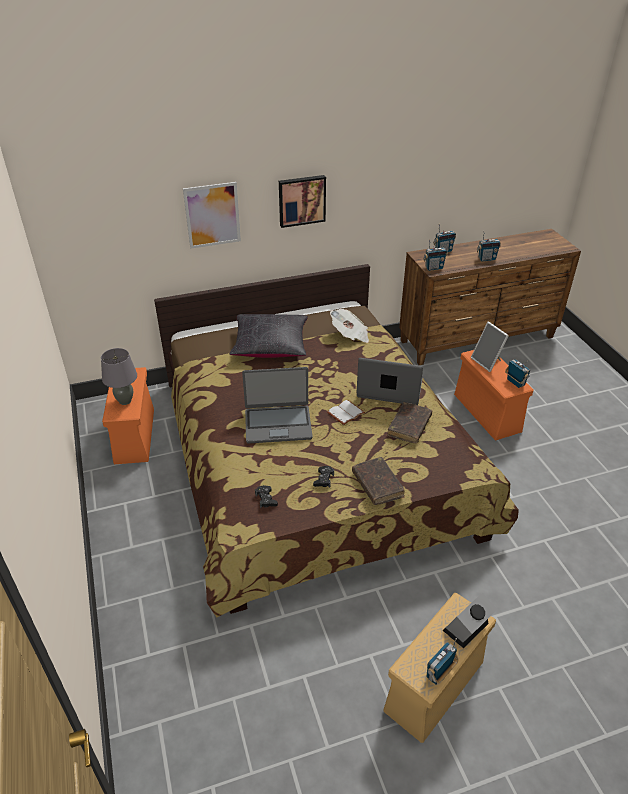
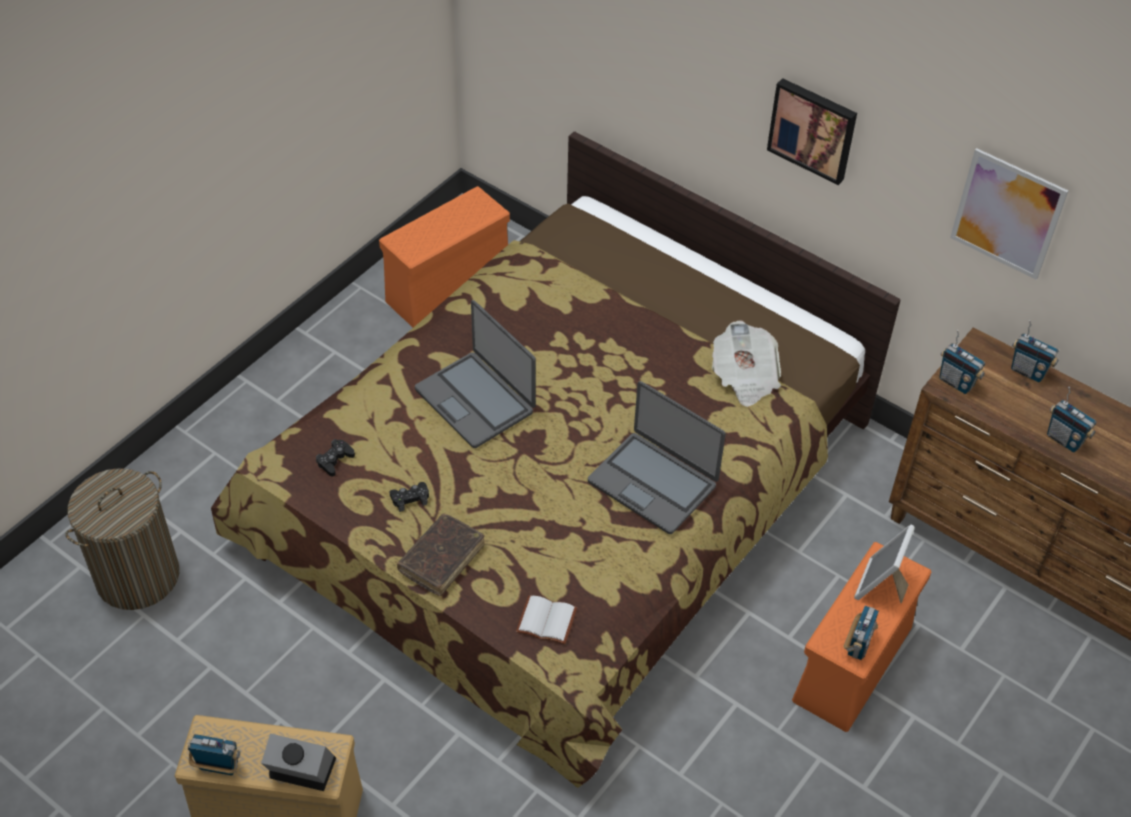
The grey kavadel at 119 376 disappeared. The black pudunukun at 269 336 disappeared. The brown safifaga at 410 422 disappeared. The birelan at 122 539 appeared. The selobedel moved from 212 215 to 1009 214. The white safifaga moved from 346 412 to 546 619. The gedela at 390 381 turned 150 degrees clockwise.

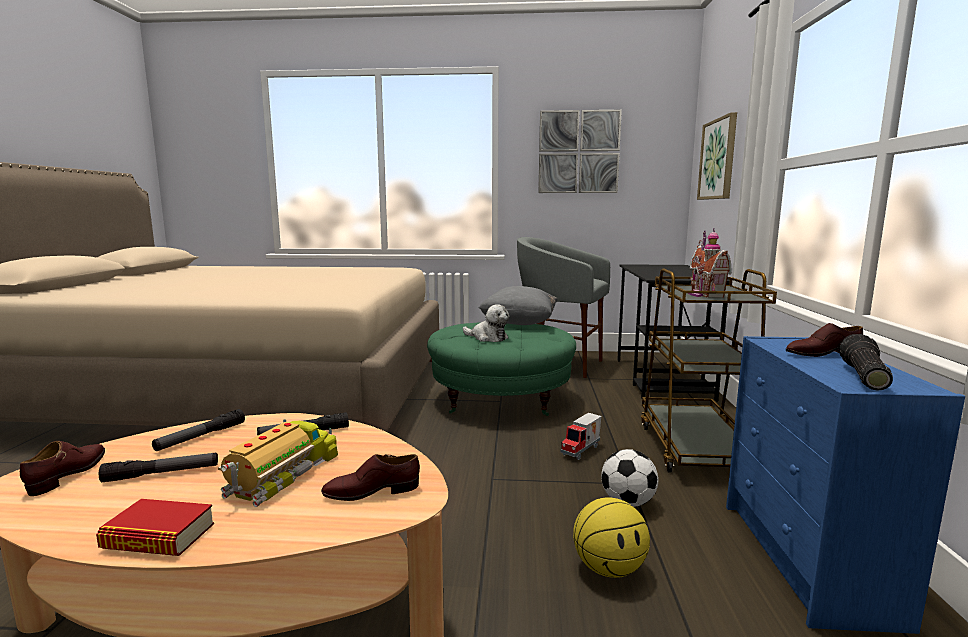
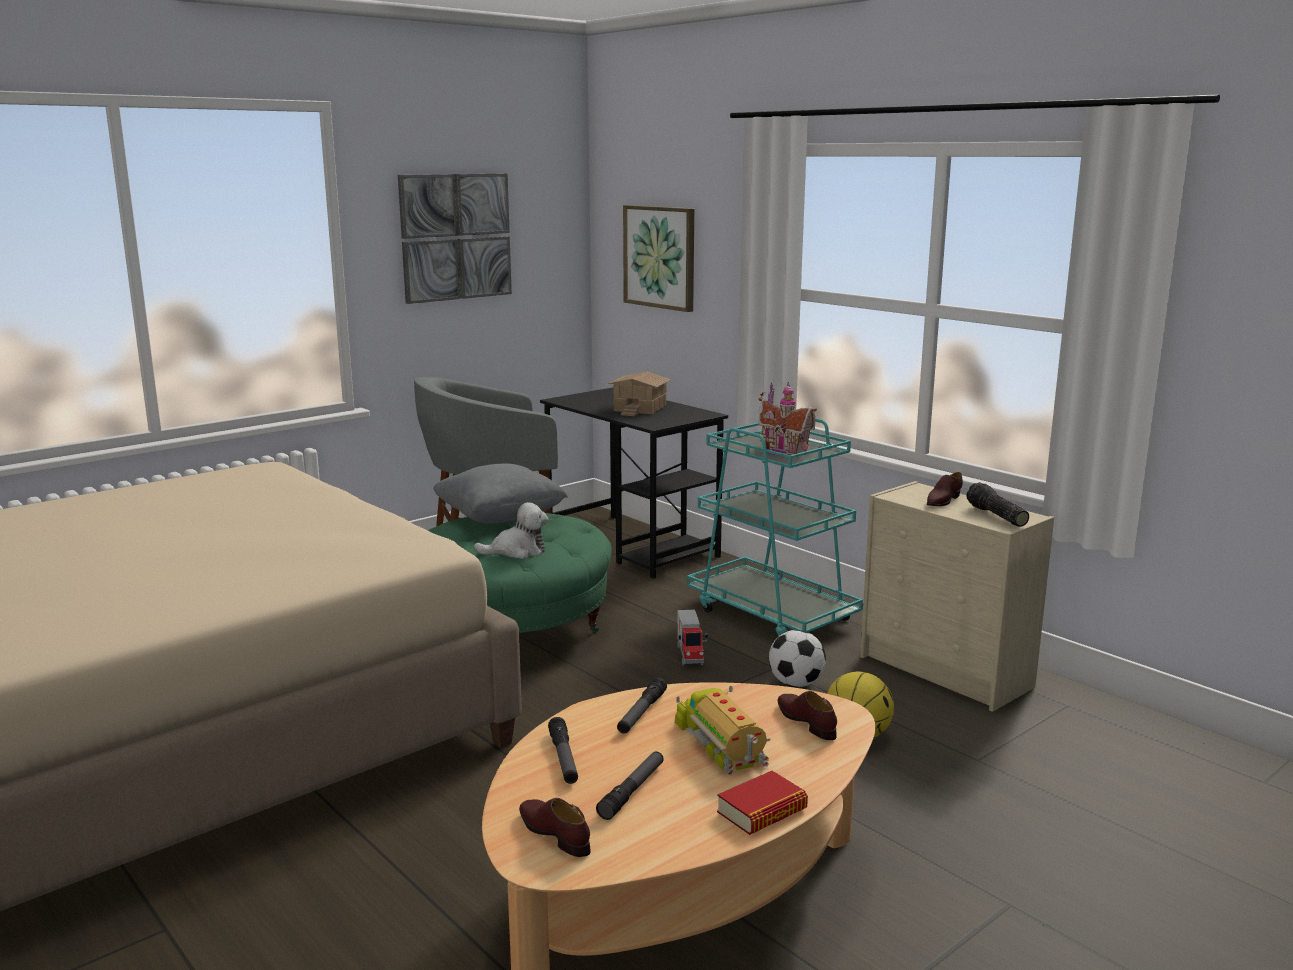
The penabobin at 639 393 appeared. The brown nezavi at 709 370 became the turquoise nezavi at 775 527. The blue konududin at 845 485 became the beige konududin at 957 596. The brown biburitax at 370 477 turned 120 degrees clockwise.

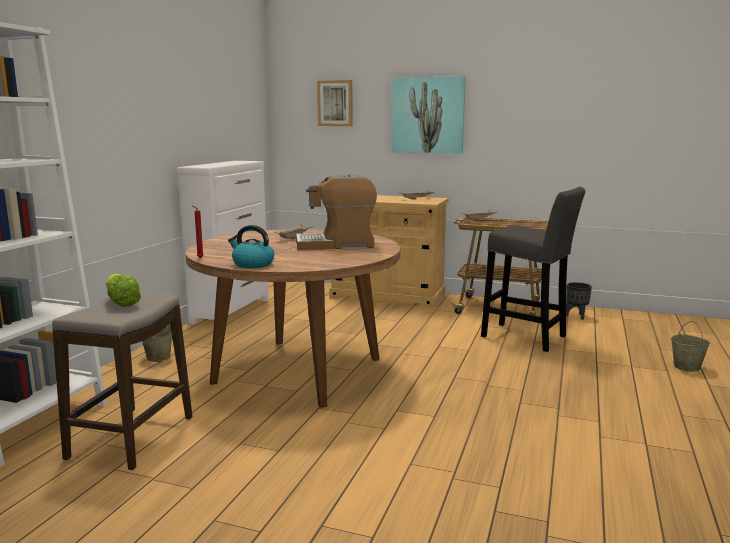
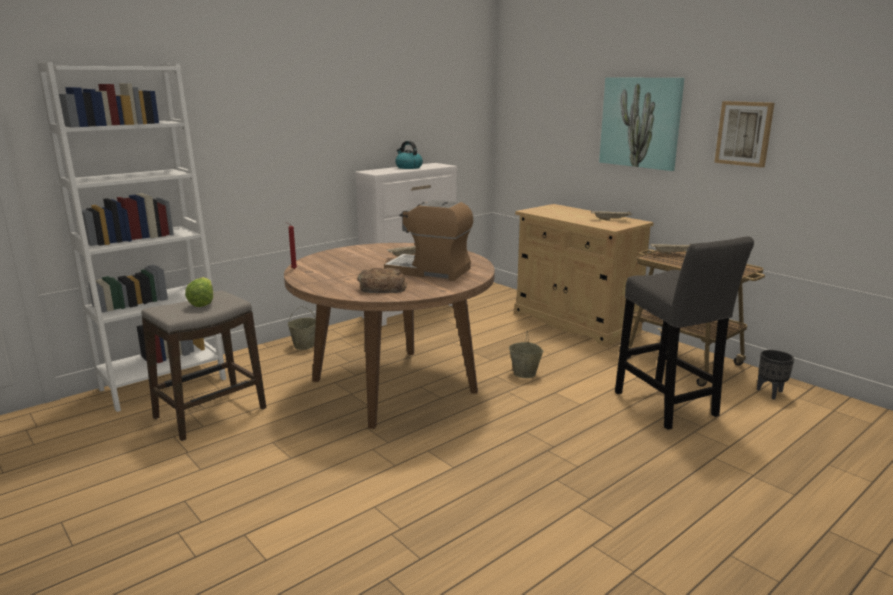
The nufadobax at 382 280 appeared. The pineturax moved from 251 246 to 409 155. The selobedel moved from 335 103 to 744 134. The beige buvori moved from 690 346 to 526 354.

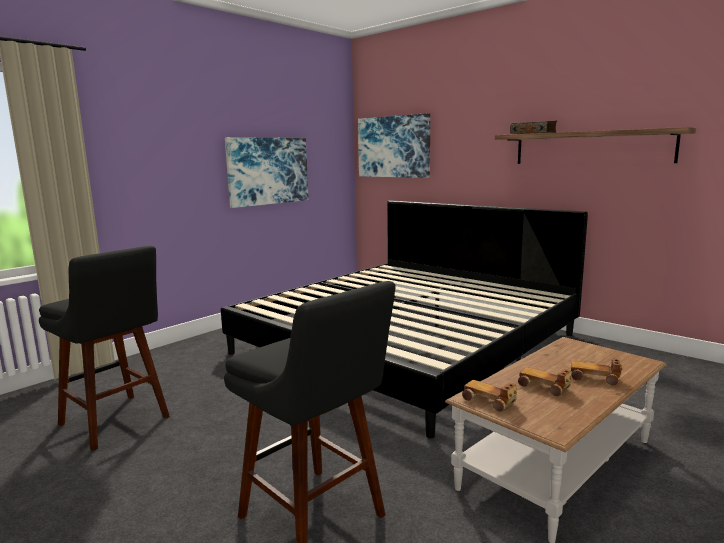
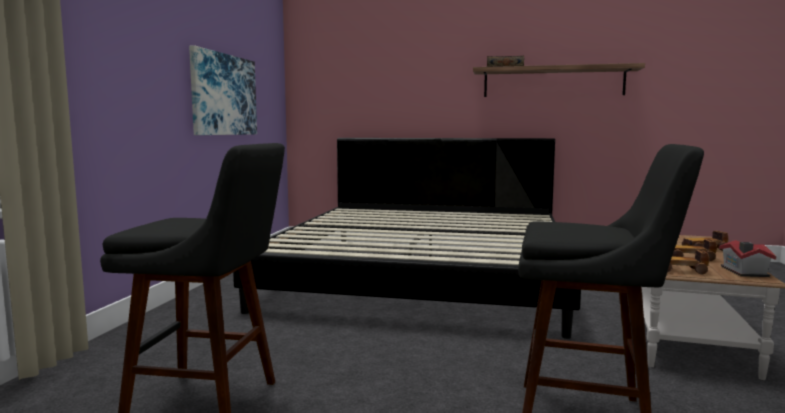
The selobedel at 394 145 disappeared. The penabobin at 748 258 appeared.

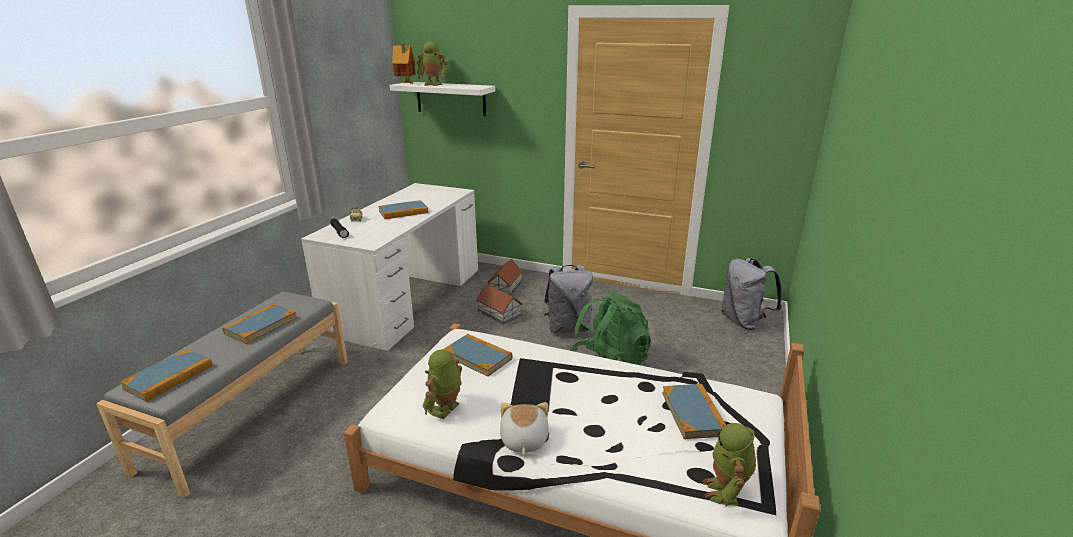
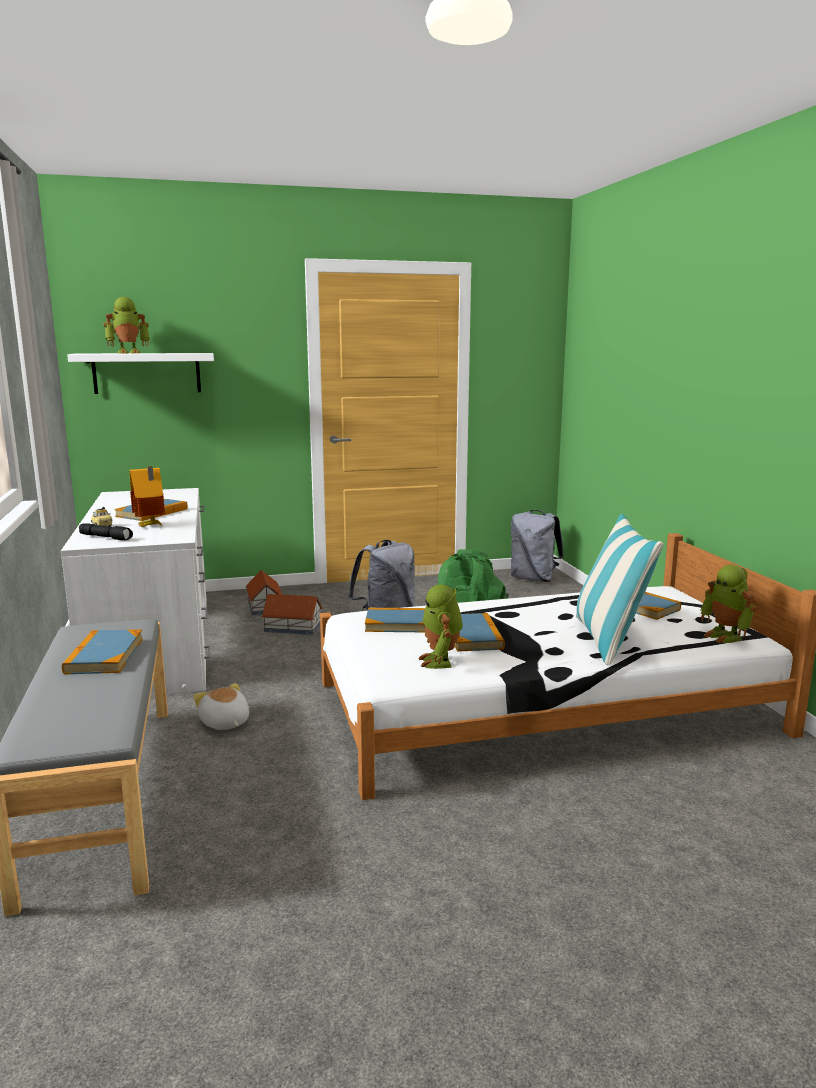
The pudunukun at 620 590 appeared. The safifaga moved from 166 375 to 479 632. The penabobin moved from 404 64 to 147 496. The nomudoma moved from 524 428 to 221 706.

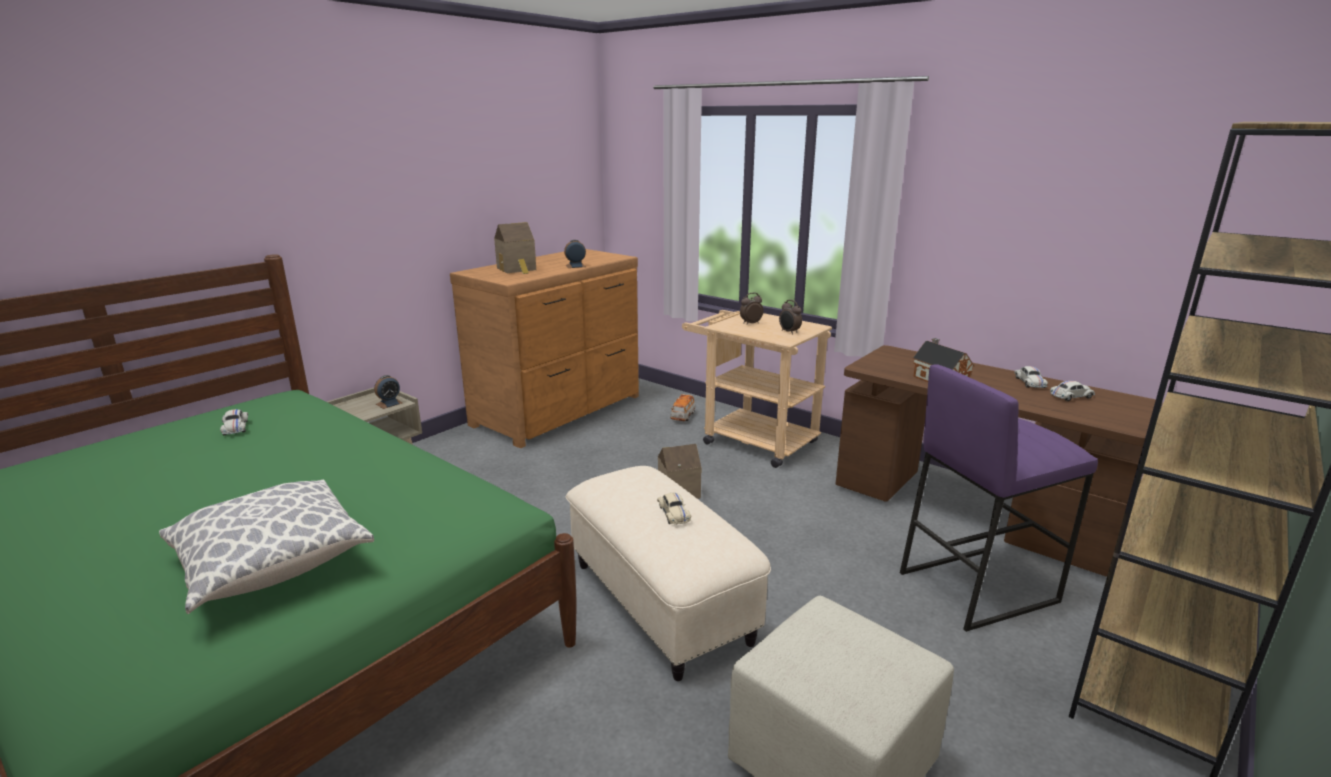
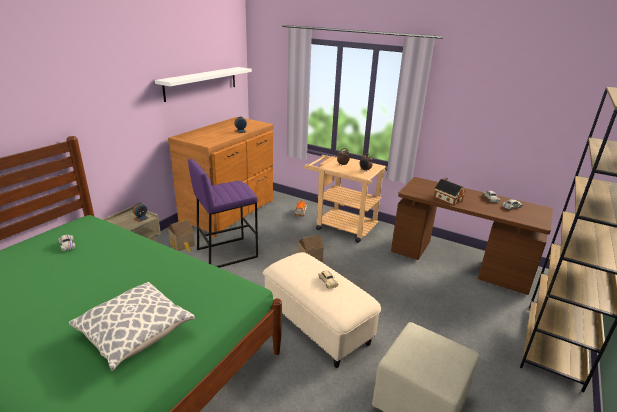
The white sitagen at 203 84 appeared. The penabobin moved from 515 248 to 181 235. The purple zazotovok moved from 999 498 to 223 213.

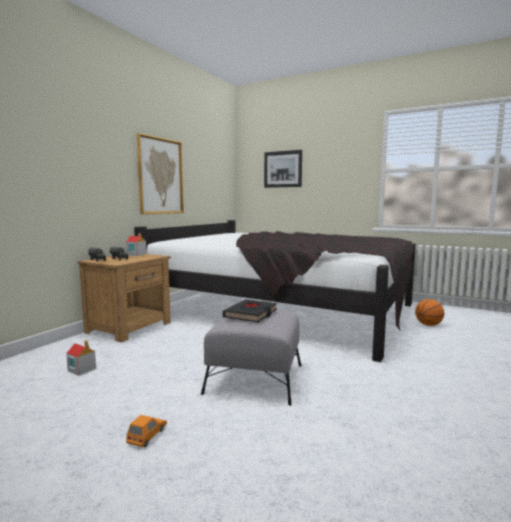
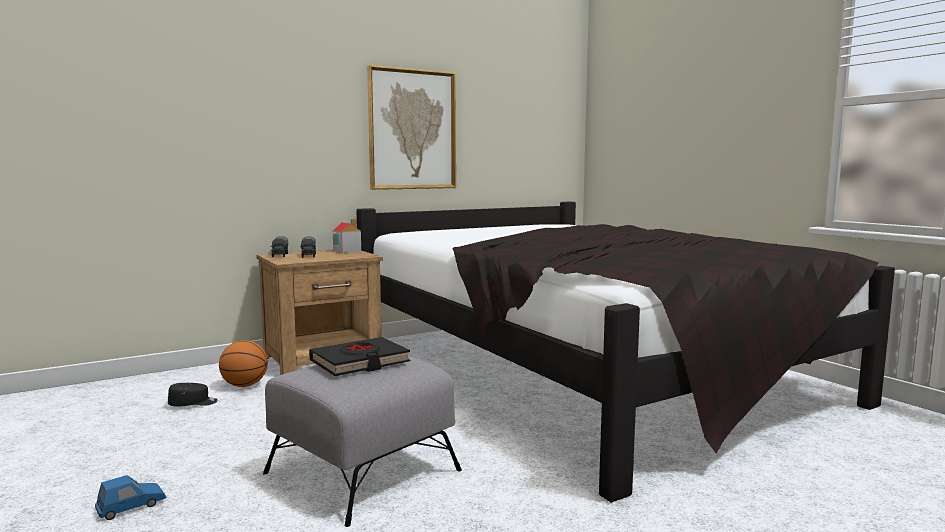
The selobedel at 283 169 disappeared. The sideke moved from 429 312 to 243 363. The penabobin at 81 358 was replaced by the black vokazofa at 193 395. The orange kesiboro at 146 431 became the blue kesiboro at 130 497.

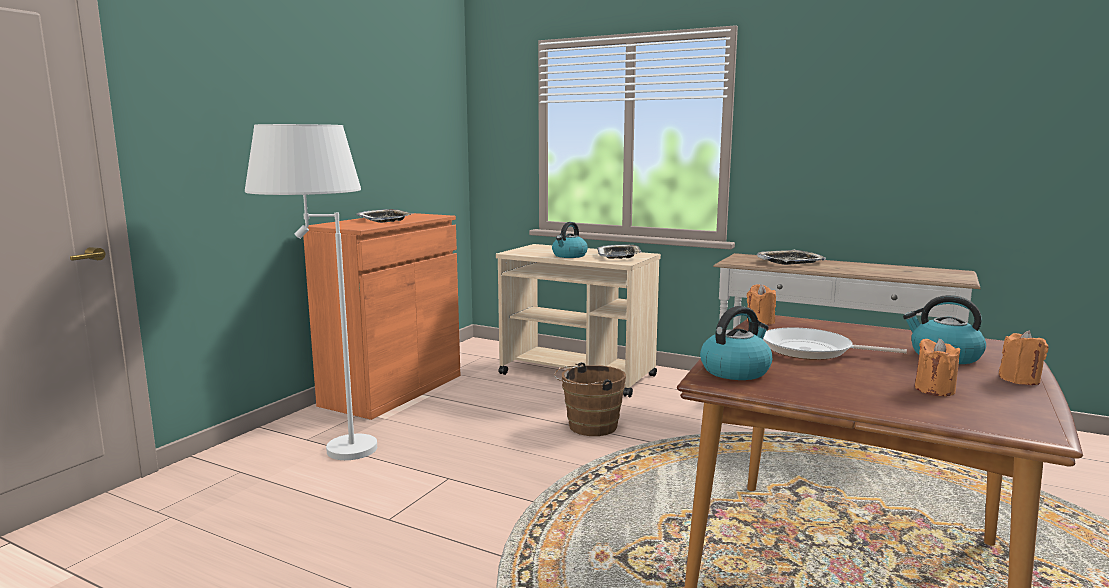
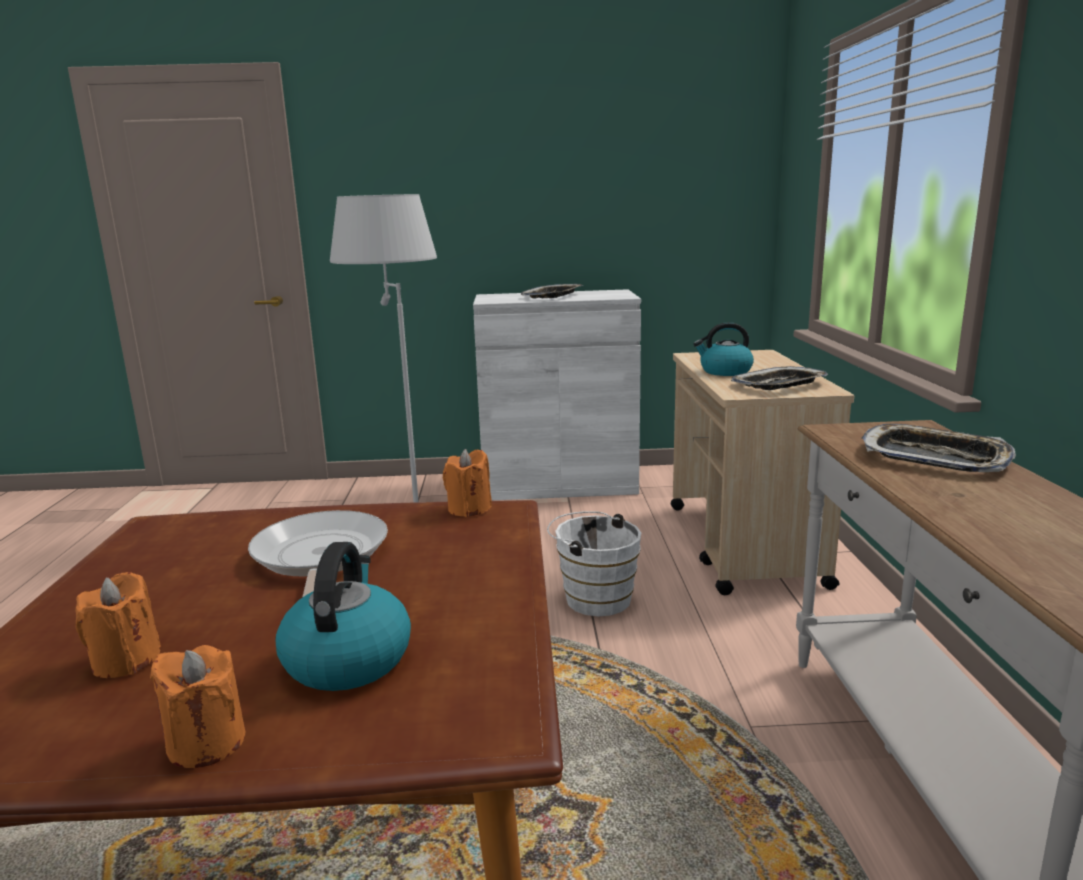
The pineturax at 736 343 disappeared. The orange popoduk at 381 316 became the white popoduk at 557 394. The brown buvori at 590 399 became the white buvori at 594 563.

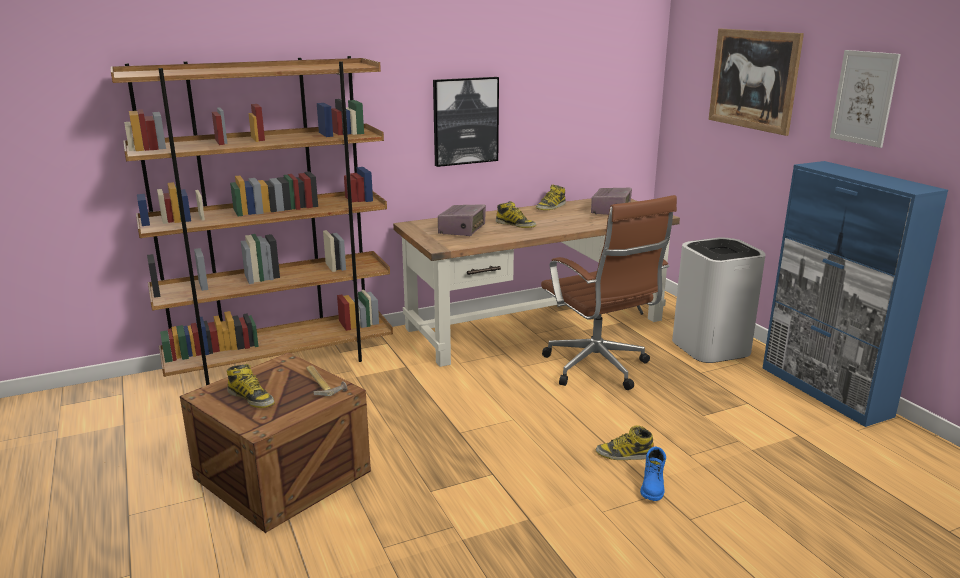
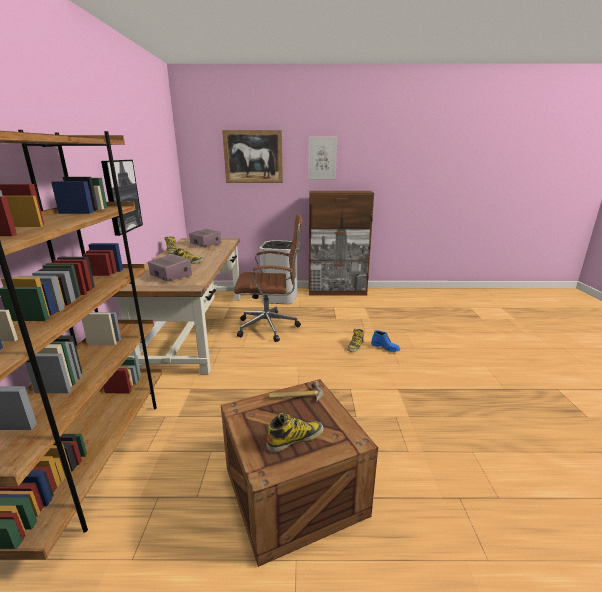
The blue popoduk at 855 294 became the brown popoduk at 341 243.

